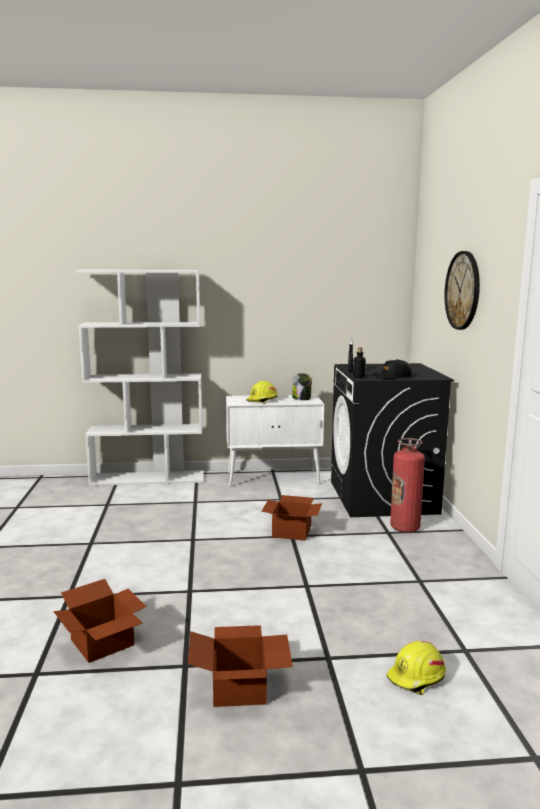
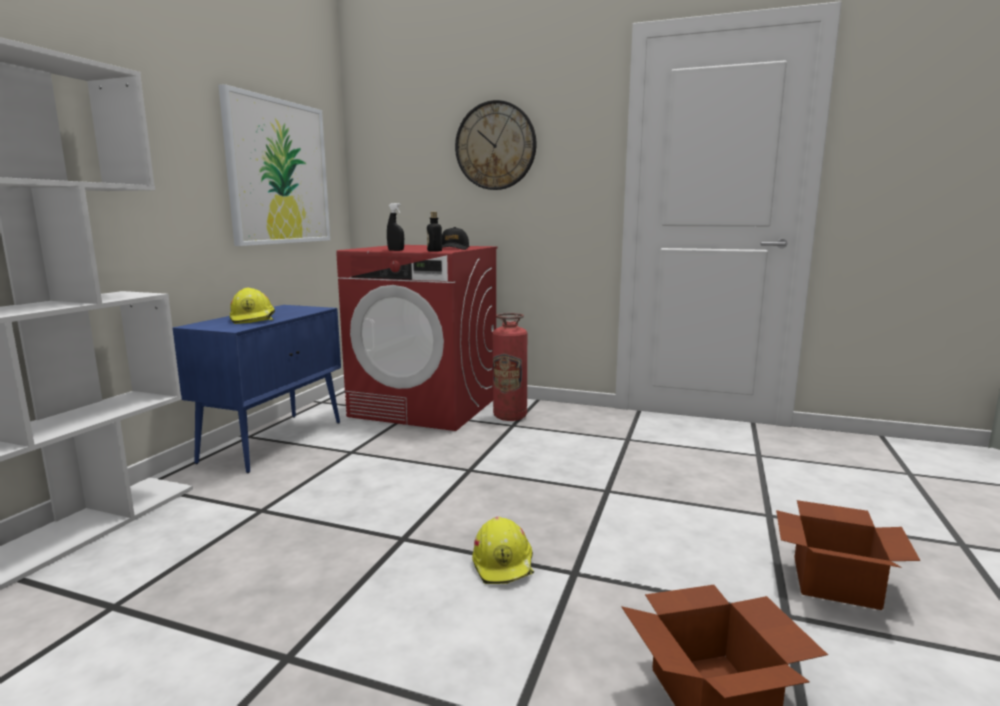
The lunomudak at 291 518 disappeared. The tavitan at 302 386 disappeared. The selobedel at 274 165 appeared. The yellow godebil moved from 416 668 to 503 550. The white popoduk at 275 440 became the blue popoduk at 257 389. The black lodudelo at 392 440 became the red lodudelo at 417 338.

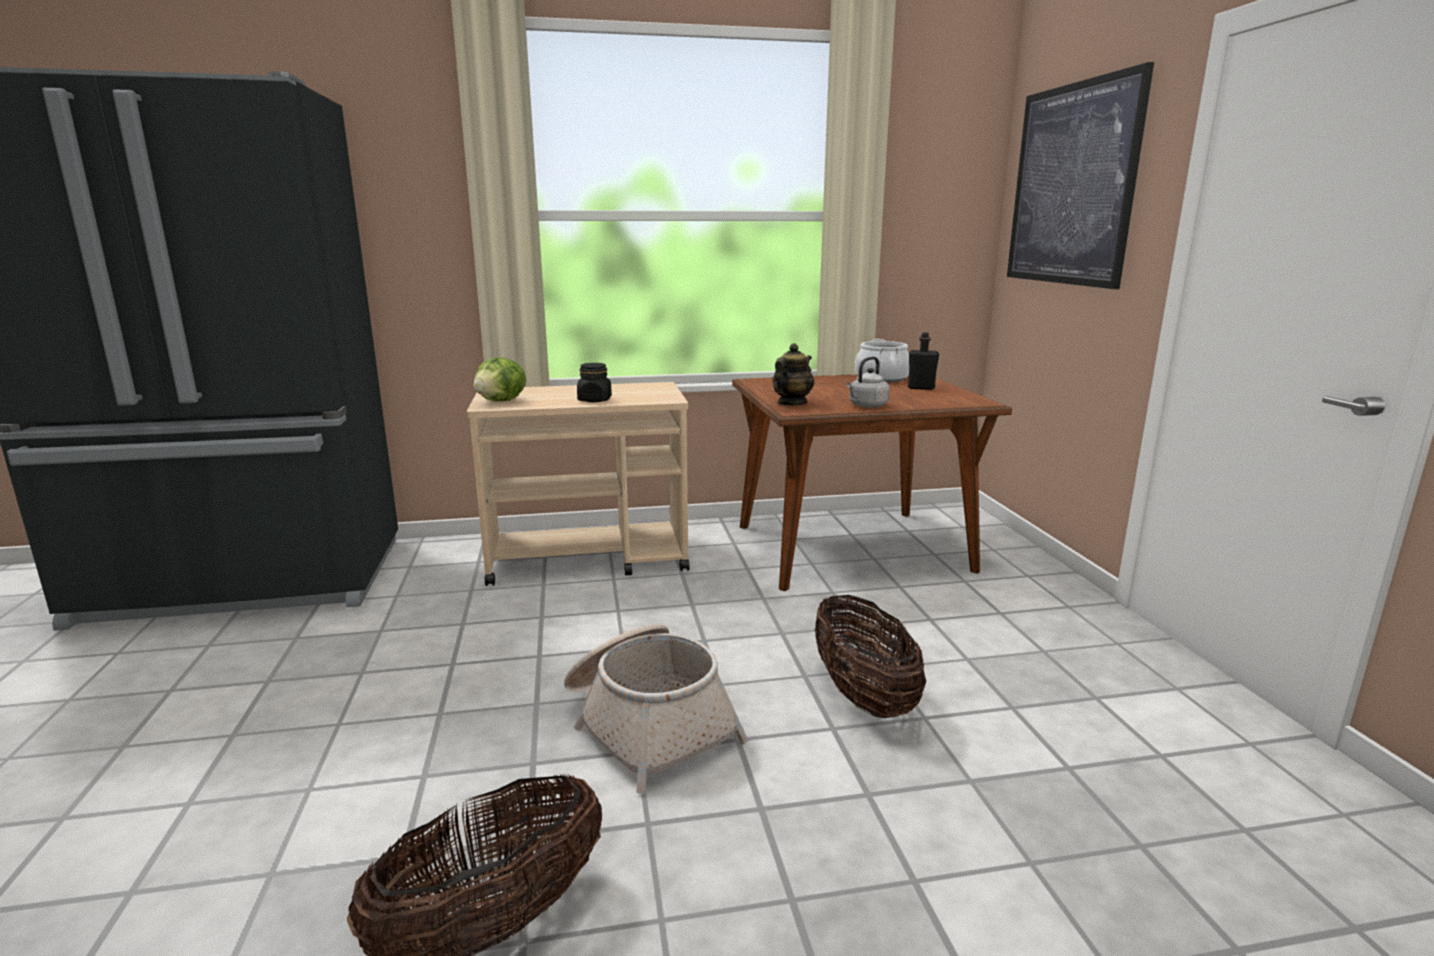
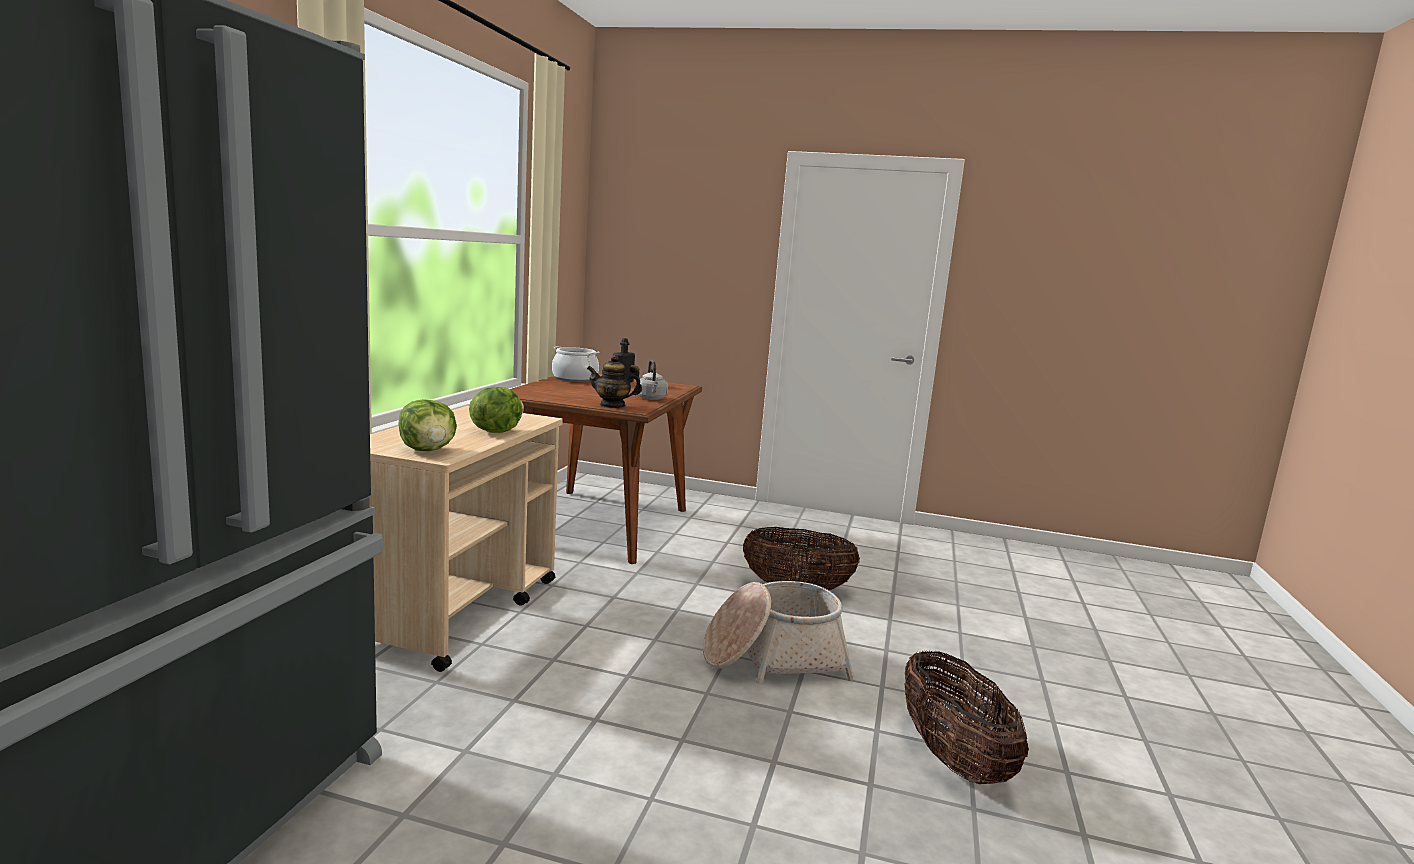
The selobedel at 1080 175 disappeared. The black tavitan at 594 382 was replaced by the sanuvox at 496 410. The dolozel at 793 374 turned 60 degrees counterclockwise.

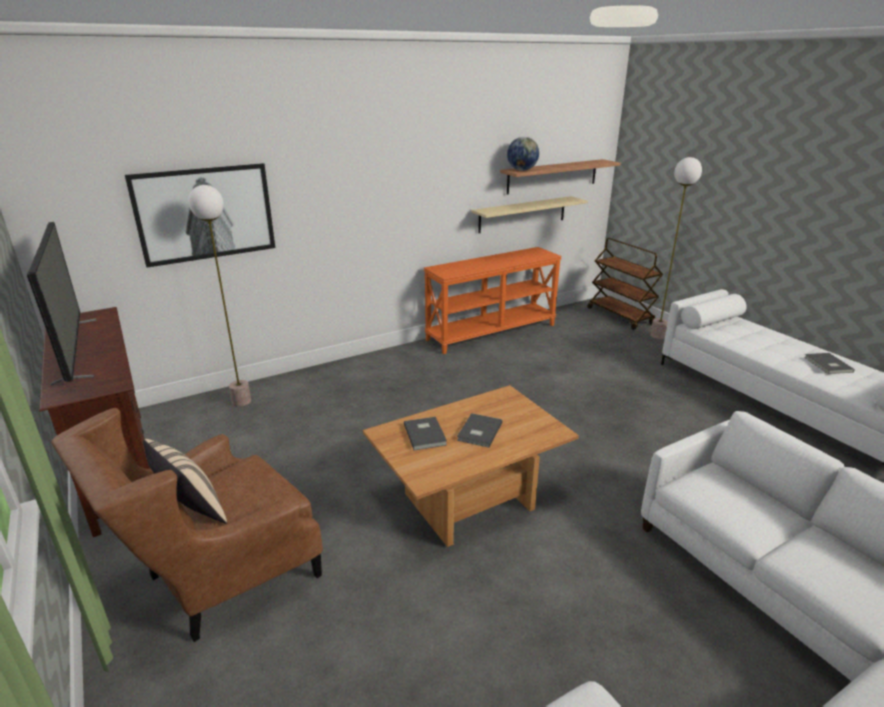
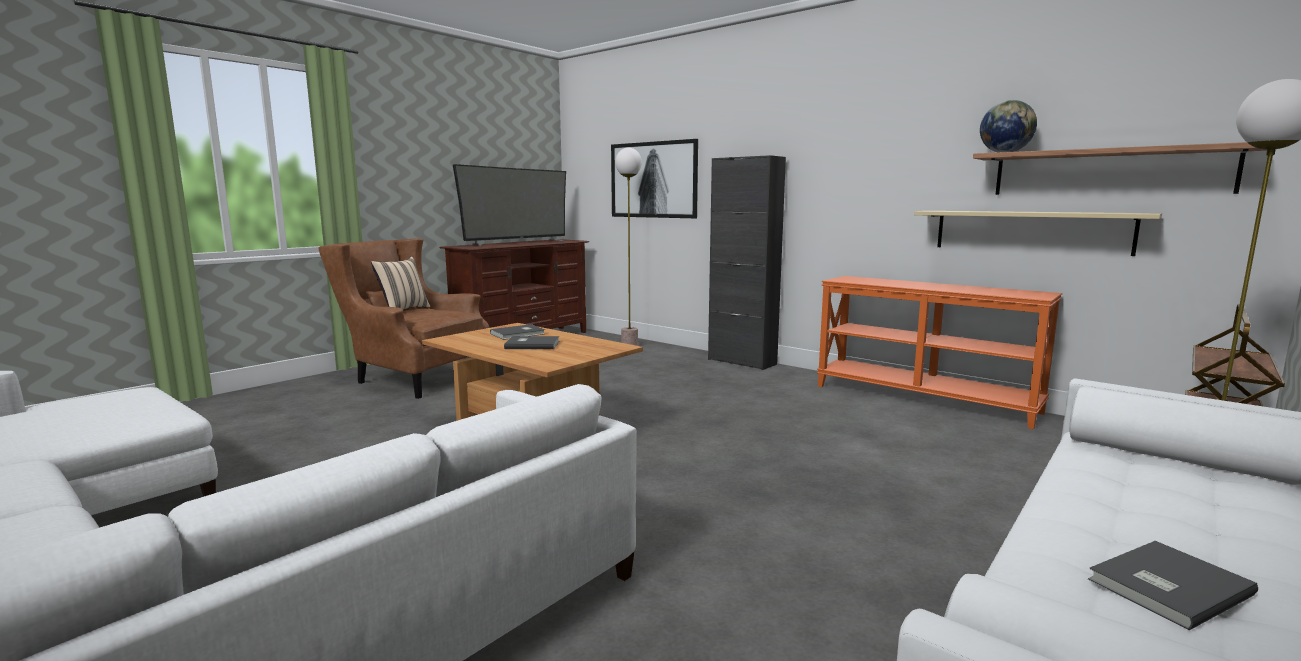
The black popoduk at 747 262 appeared.

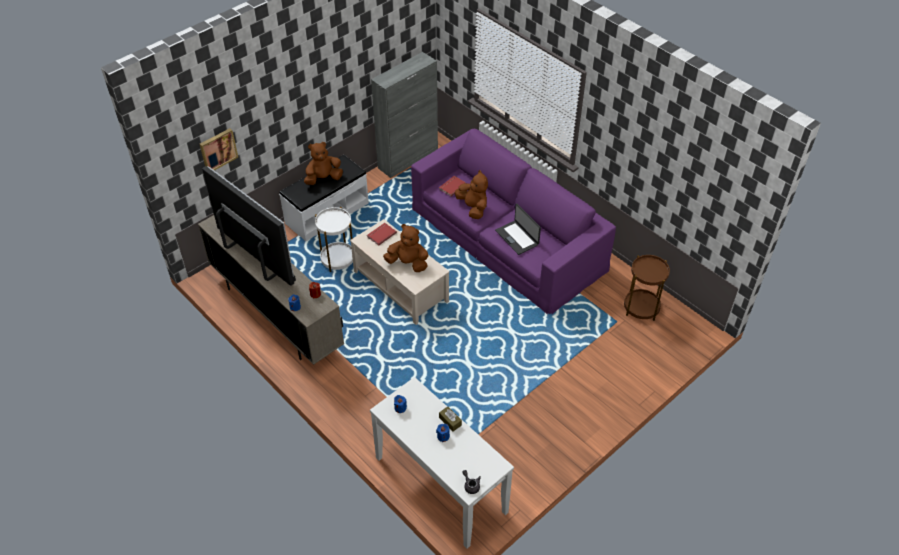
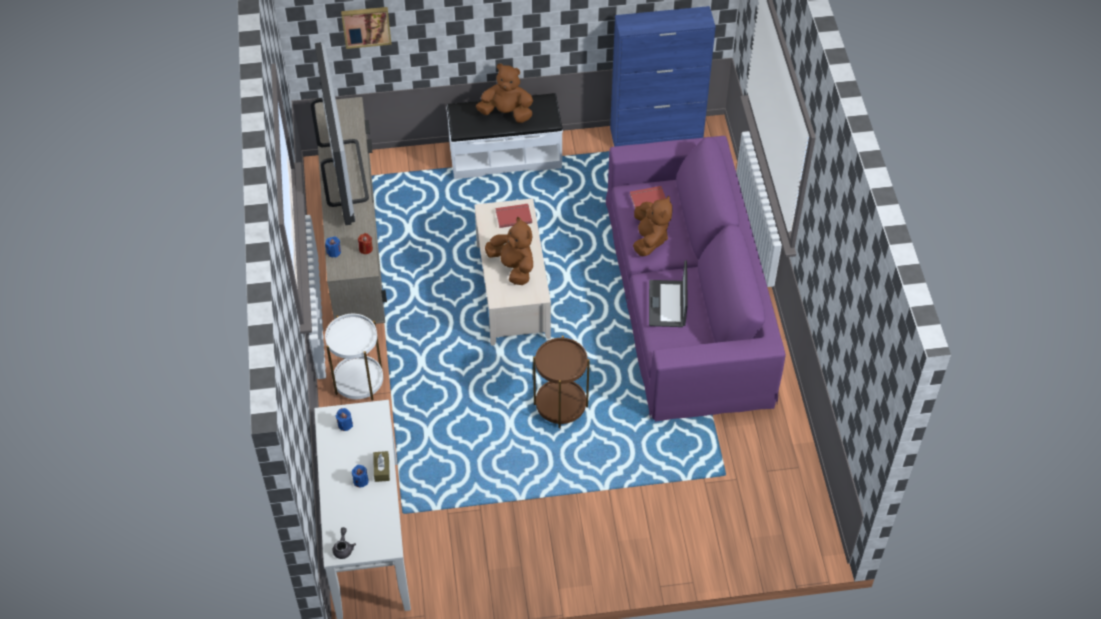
The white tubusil moved from 334 239 to 354 357. The brown tubusil moved from 647 288 to 561 382. The grey popoduk at 404 115 became the blue popoduk at 663 76.

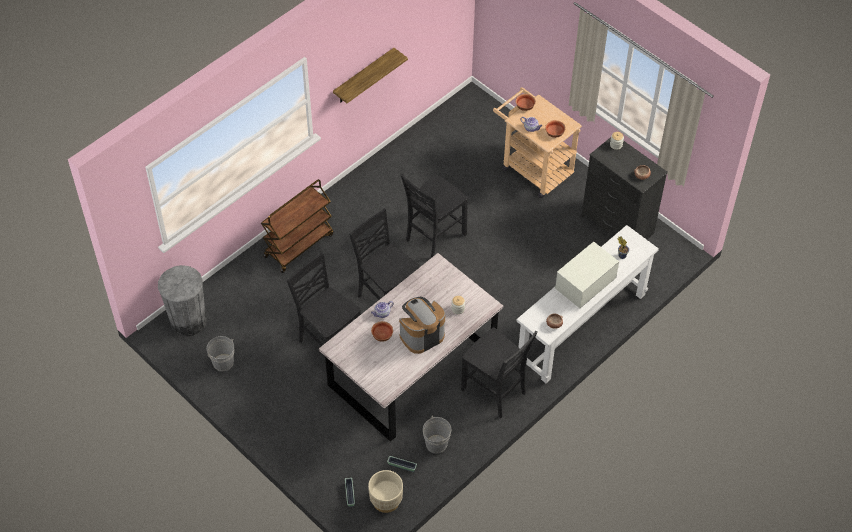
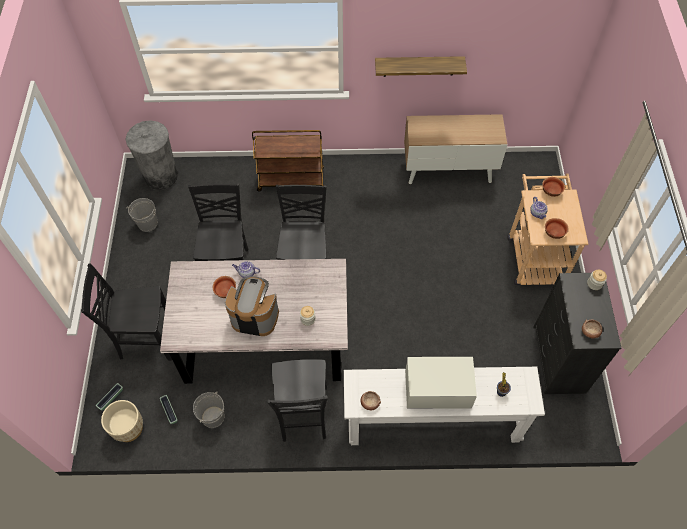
The popoduk at 455 149 appeared. The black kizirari moved from 434 216 to 126 312.

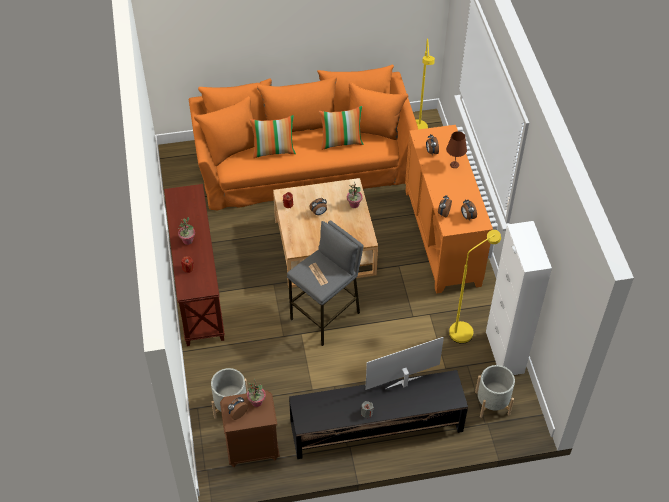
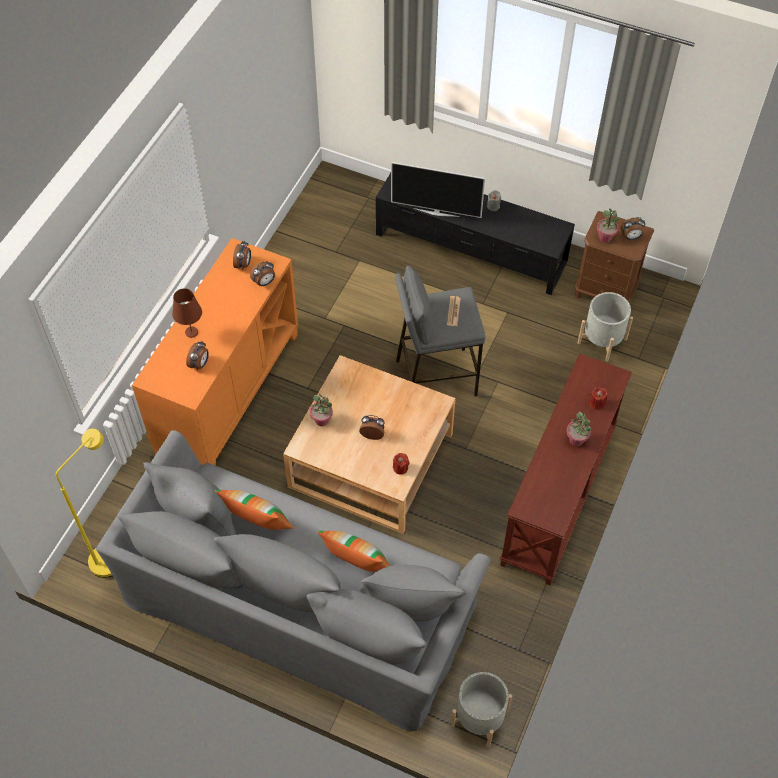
The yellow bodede at 475 287 disappeared. The white popoduk at 519 298 disappeared. The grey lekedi moved from 495 391 to 481 709. The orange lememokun at 303 137 became the grey lememokun at 293 580.

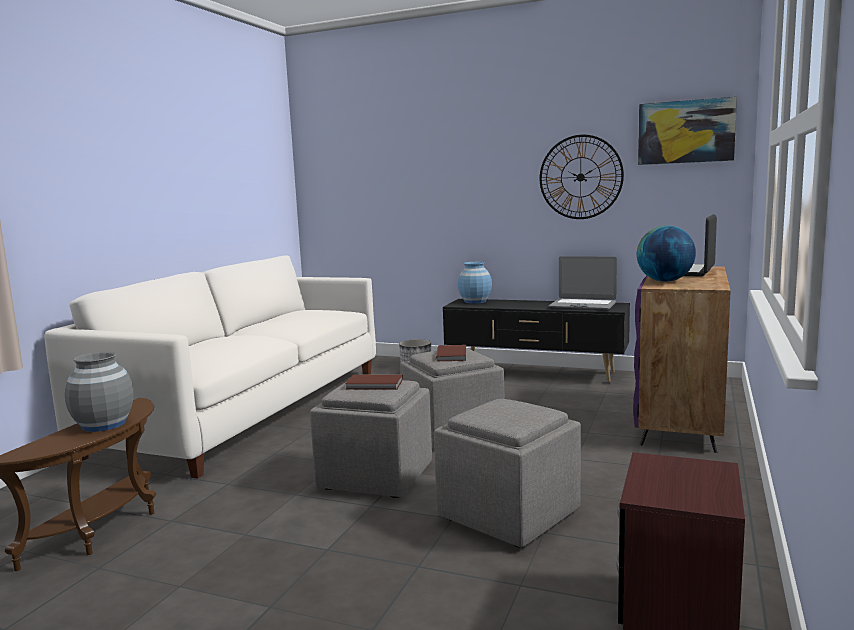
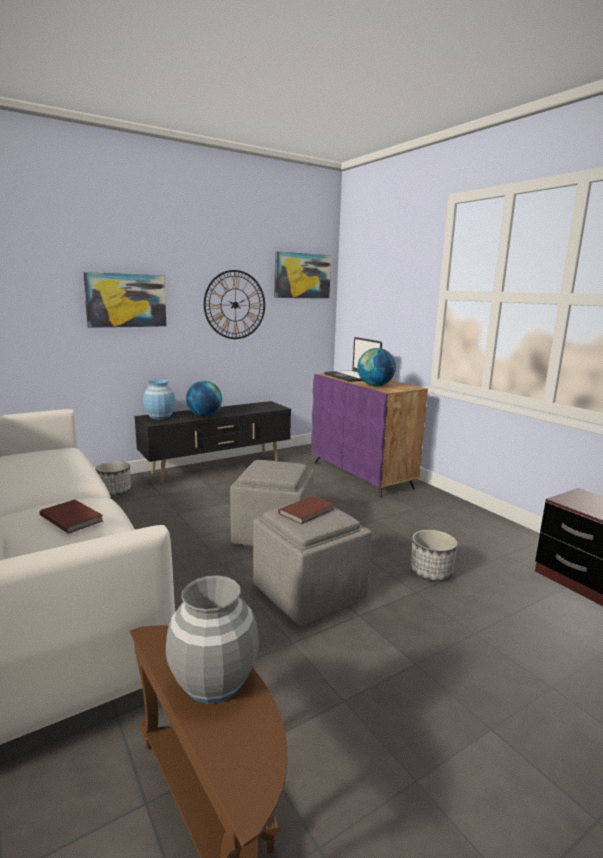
The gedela at 583 283 disappeared. The selobedel at 125 300 appeared. The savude at 204 399 appeared. The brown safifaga moved from 451 353 to 71 517. The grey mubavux at 507 473 was replaced by the lekedi at 434 555.

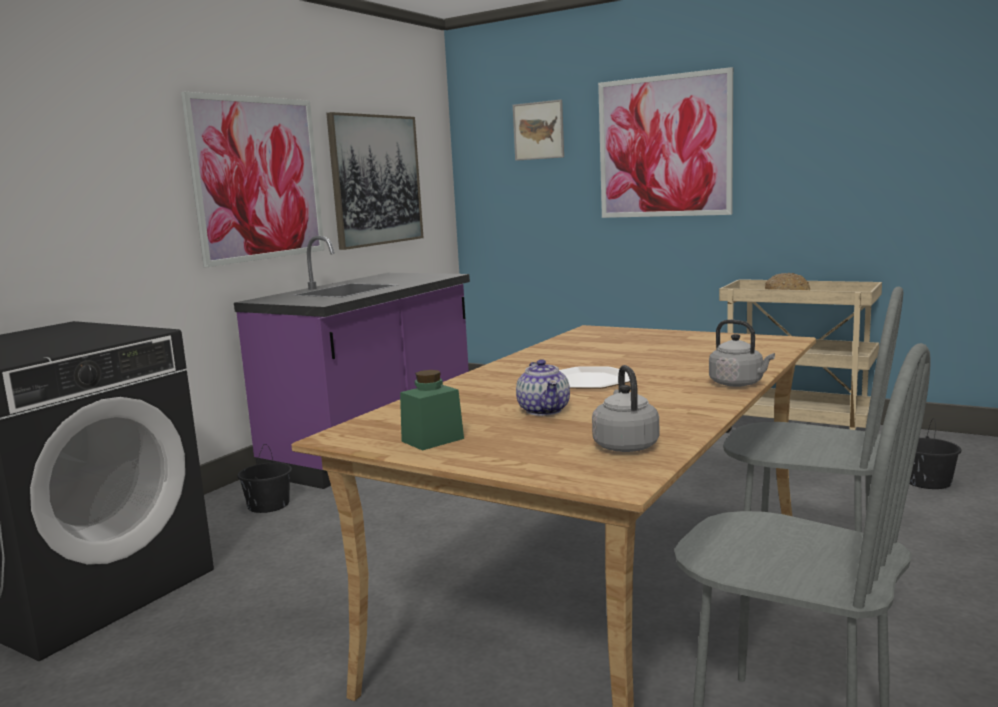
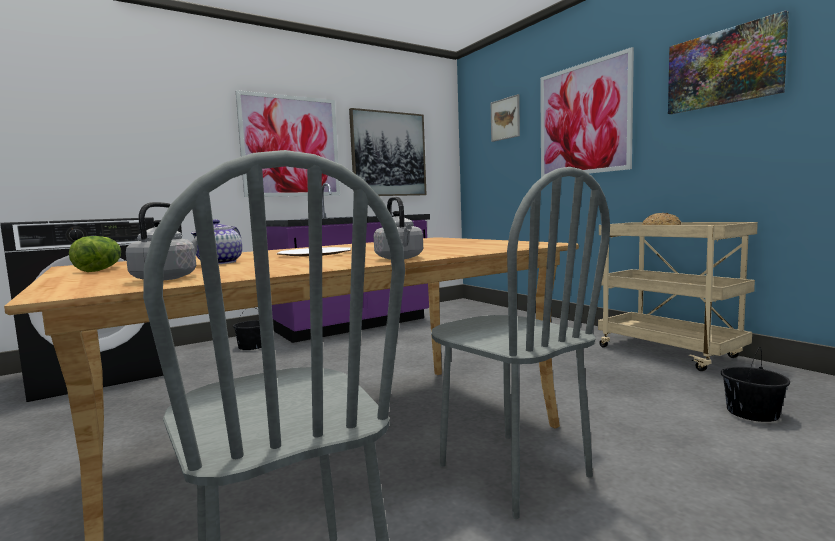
The selobedel at 728 62 appeared. The green tavitan at 432 410 was replaced by the sanuvox at 95 254.

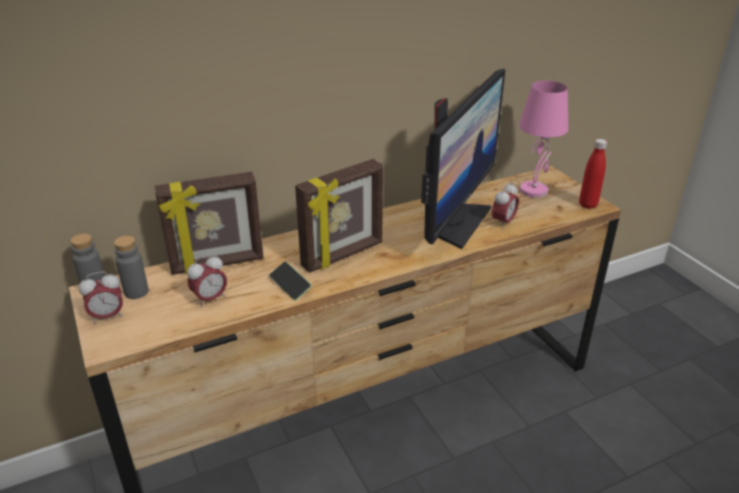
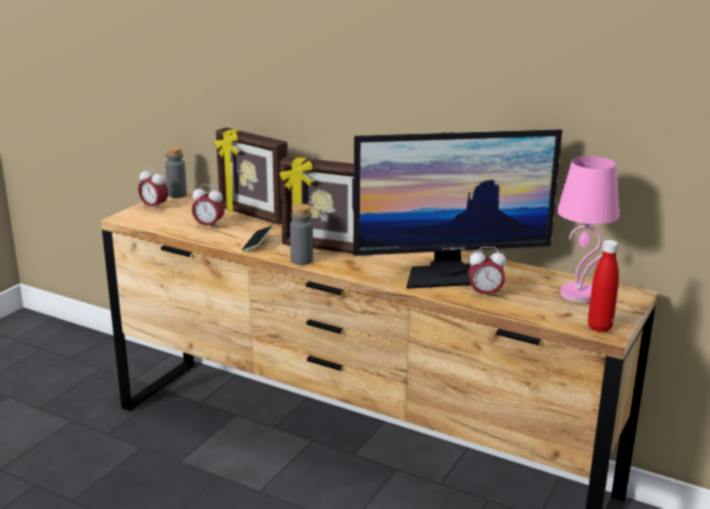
The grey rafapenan moved from 131 267 to 301 234.

